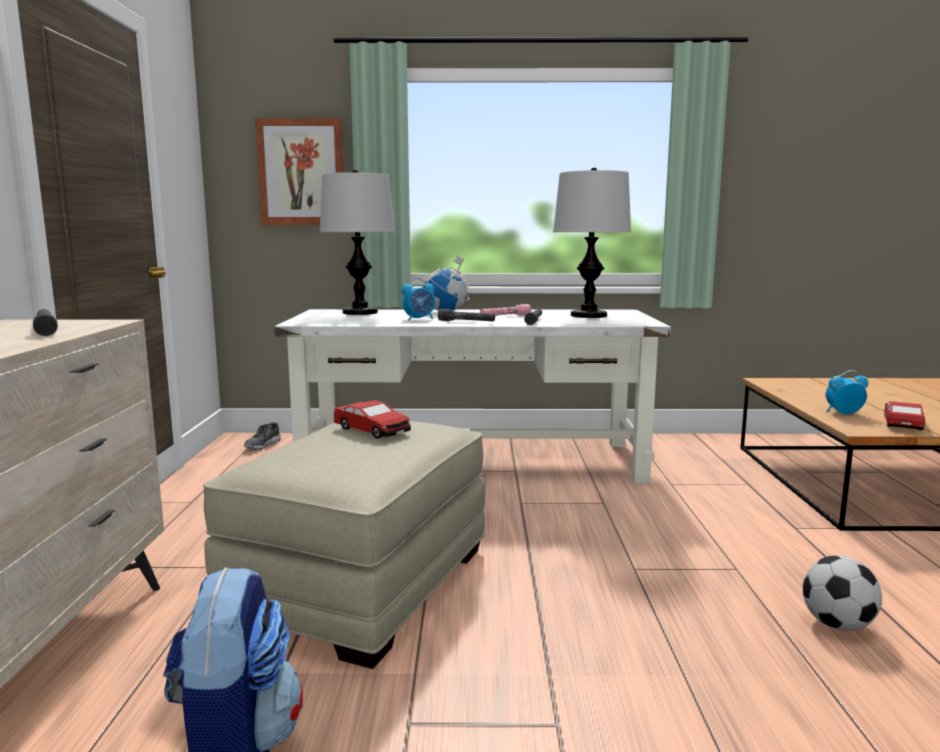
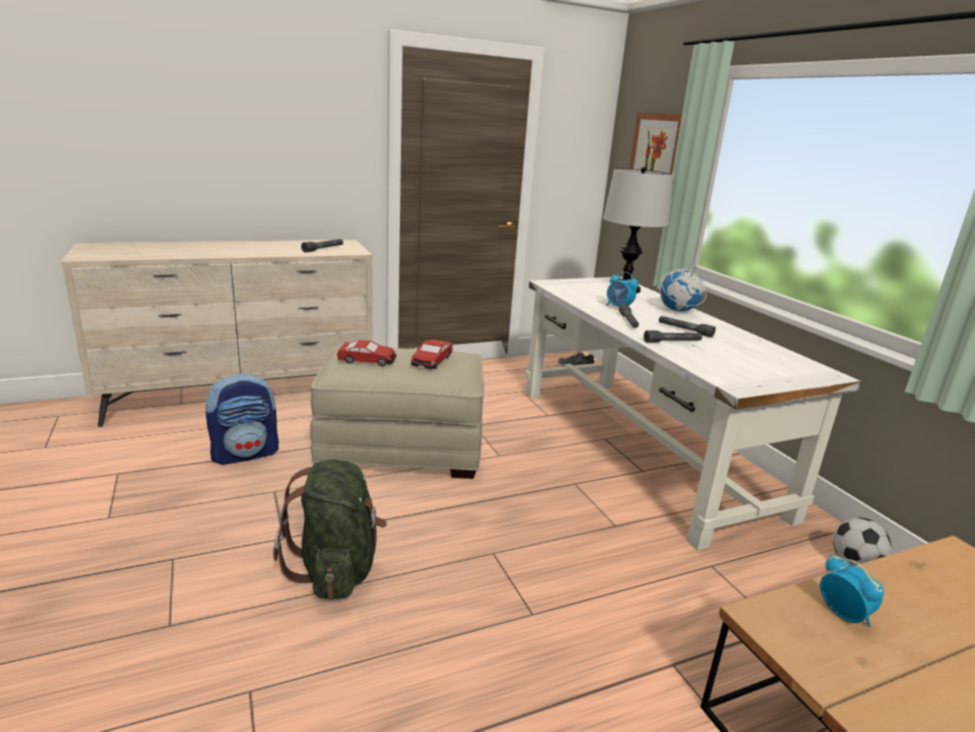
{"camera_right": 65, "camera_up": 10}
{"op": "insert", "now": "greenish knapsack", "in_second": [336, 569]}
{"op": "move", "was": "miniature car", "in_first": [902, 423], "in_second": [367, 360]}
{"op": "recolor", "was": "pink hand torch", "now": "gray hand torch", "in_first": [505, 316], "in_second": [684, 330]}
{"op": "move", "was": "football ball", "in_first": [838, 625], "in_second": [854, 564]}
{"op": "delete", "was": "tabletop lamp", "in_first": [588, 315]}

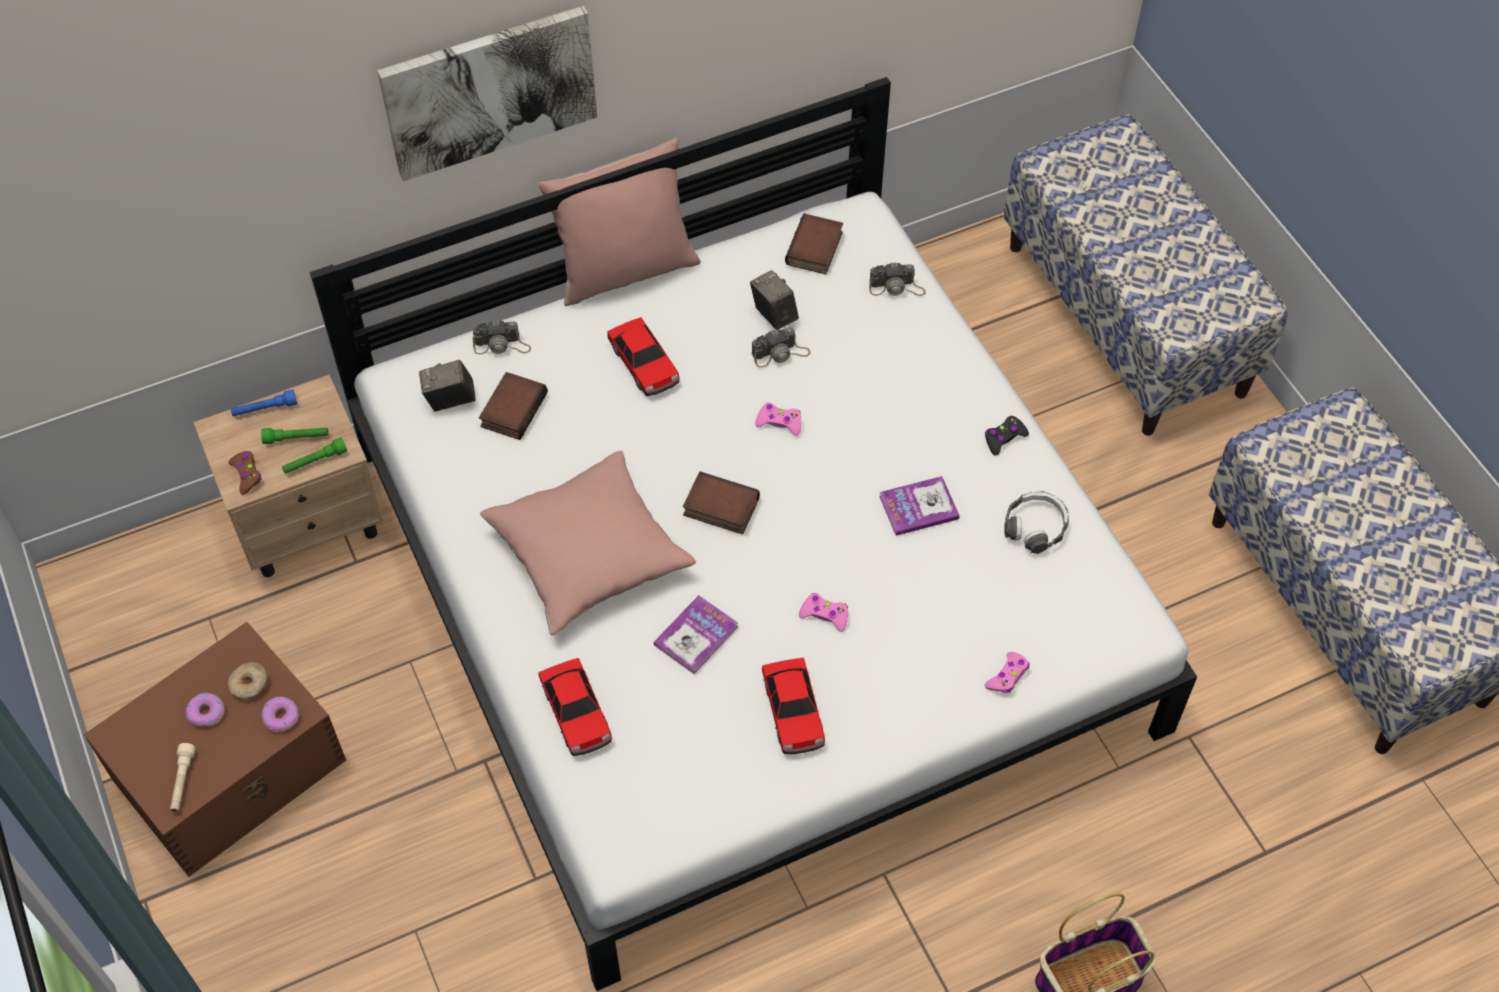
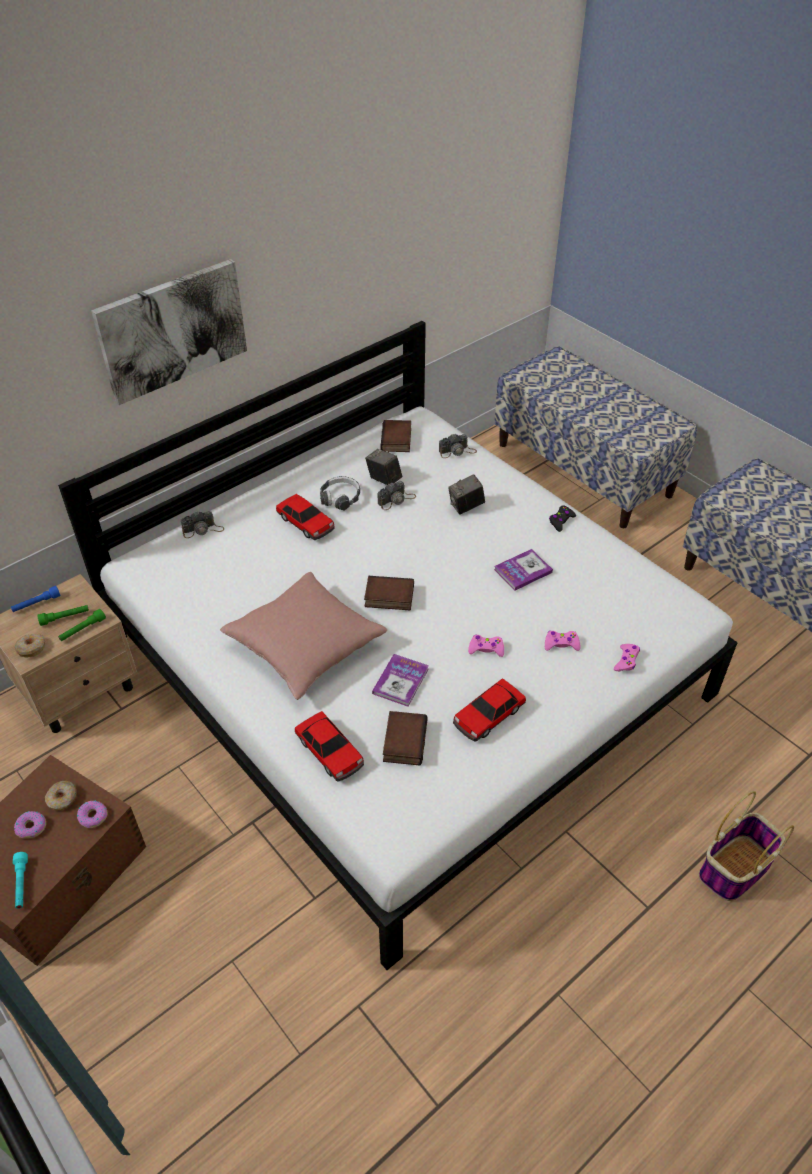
{"camera_right": -15, "camera_up": -10}
{"op": "recolor", "was": "beige hand torch", "now": "turquoise hand torch", "in_first": [182, 782], "in_second": [21, 884]}
{"op": "replace", "was": "brown game controller", "now": "ring doughnut", "in_first": [247, 474], "in_second": [31, 648]}
{"op": "move", "was": "headphones", "in_first": [1035, 527], "in_second": [340, 497]}
{"op": "move", "was": "book", "in_first": [512, 409], "in_second": [403, 740]}
{"op": "move", "was": "still camera", "in_first": [450, 400], "in_second": [466, 506]}
{"op": "rotate", "was": "miniature car", "in_first": [793, 712], "in_second": [488, 716], "clockwise": 75}
{"op": "move", "was": "pink game controller", "in_first": [779, 422], "in_second": [561, 644]}
{"op": "delete", "was": "pink throw pillow", "in_first": [625, 270]}

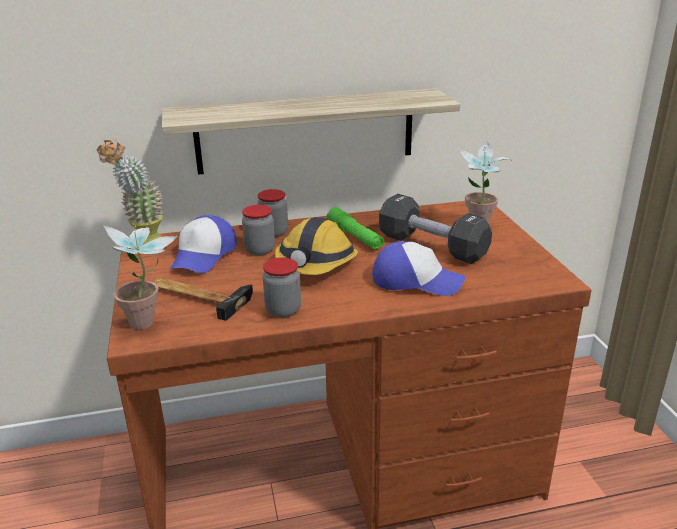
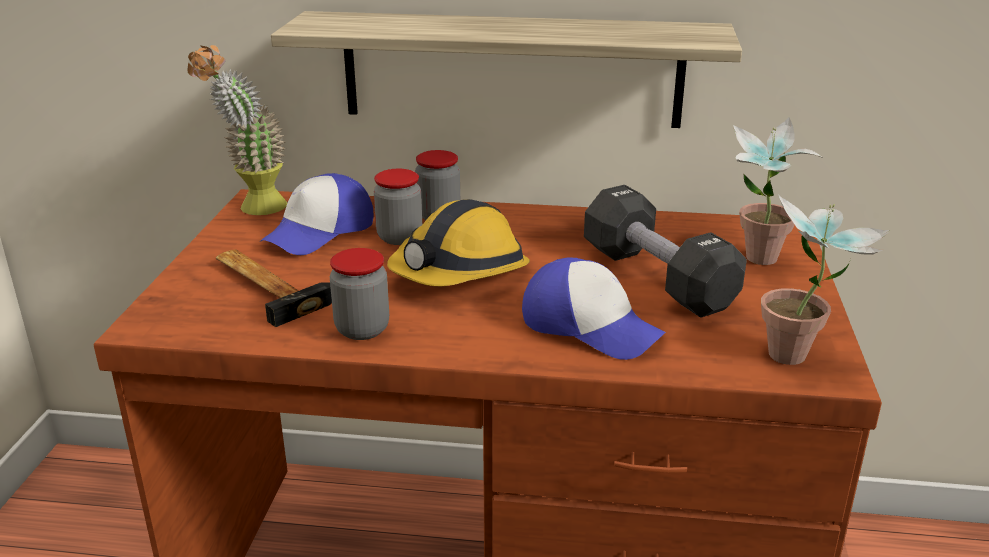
{"camera_right": 20, "camera_up": 0}
{"op": "move", "was": "potted plant", "in_first": [150, 324], "in_second": [801, 359]}
{"op": "delete", "was": "greenish hand torch", "in_first": [355, 237]}

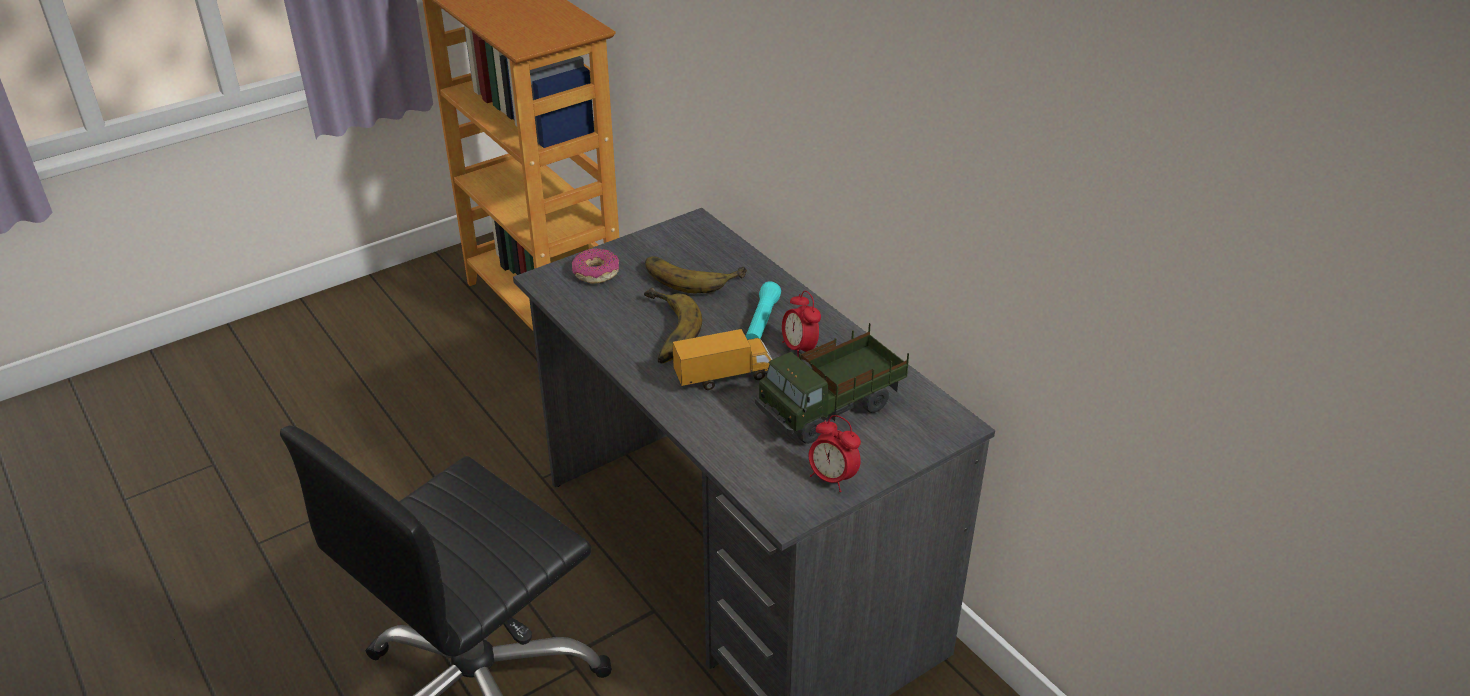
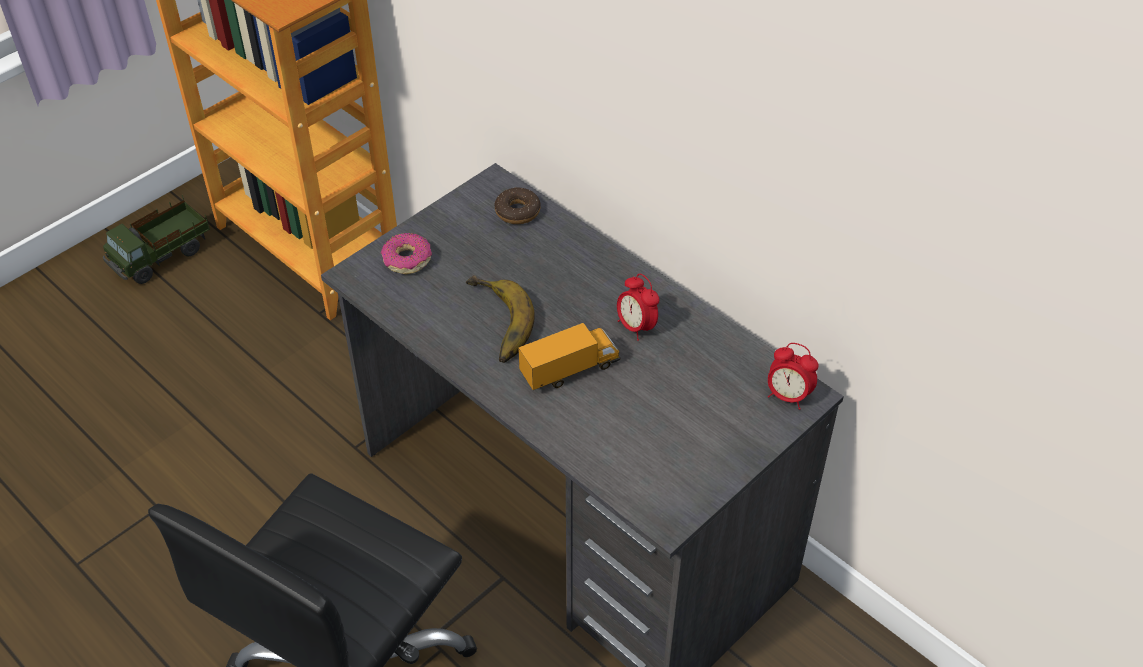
{"camera_right": -10, "camera_up": 10}
{"op": "move", "was": "toy truck", "in_first": [831, 409], "in_second": [162, 257]}
{"op": "insert", "now": "ring doughnut", "in_second": [517, 211]}
{"op": "move", "was": "alarm clock", "in_first": [832, 478], "in_second": [788, 396]}
{"op": "delete", "was": "whole banana", "in_first": [692, 274]}
{"op": "delete", "was": "turquoise hand torch", "in_first": [761, 322]}

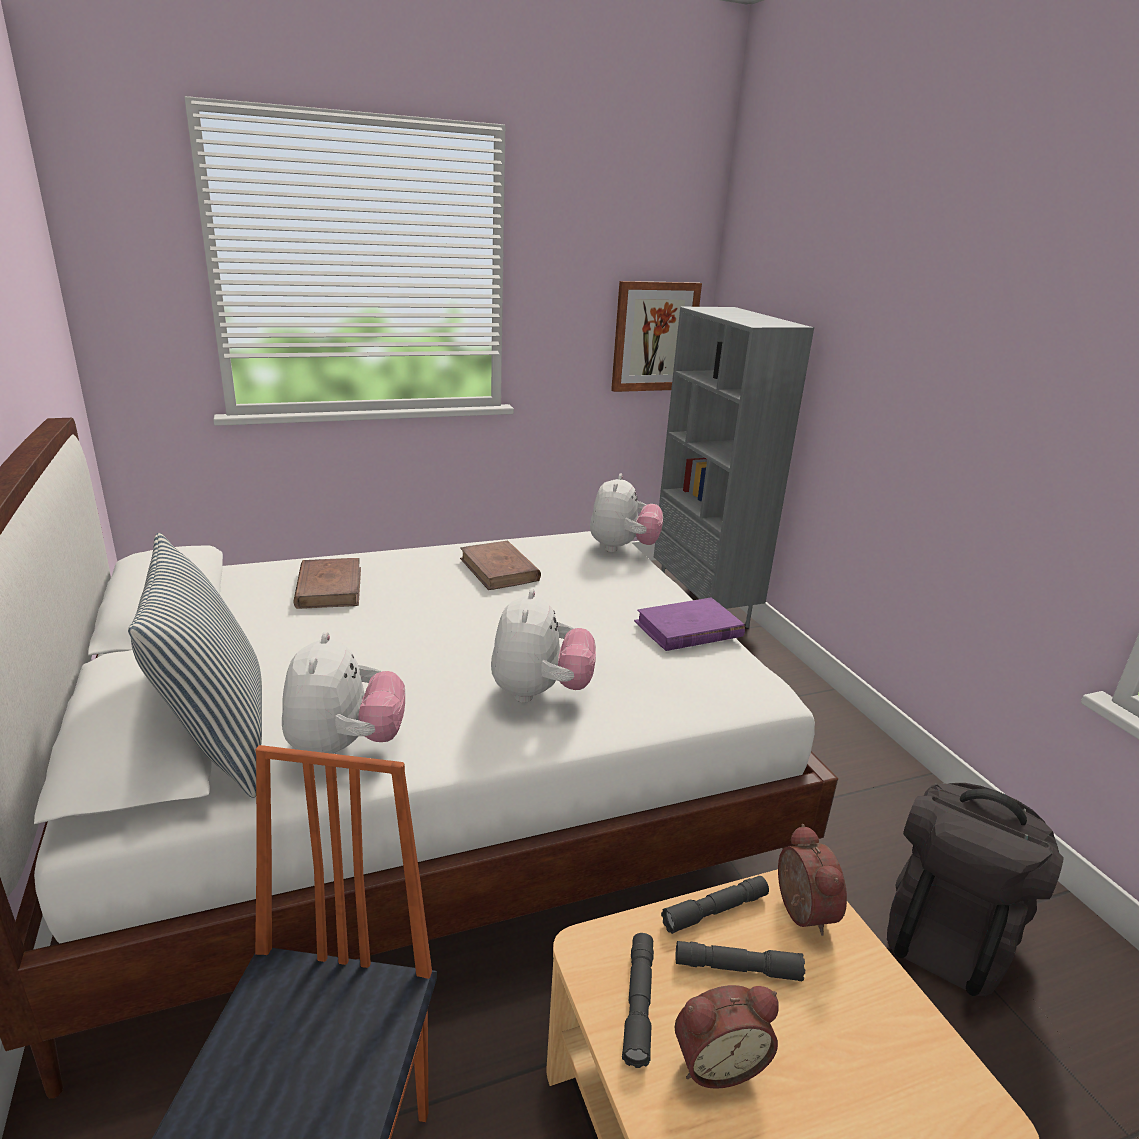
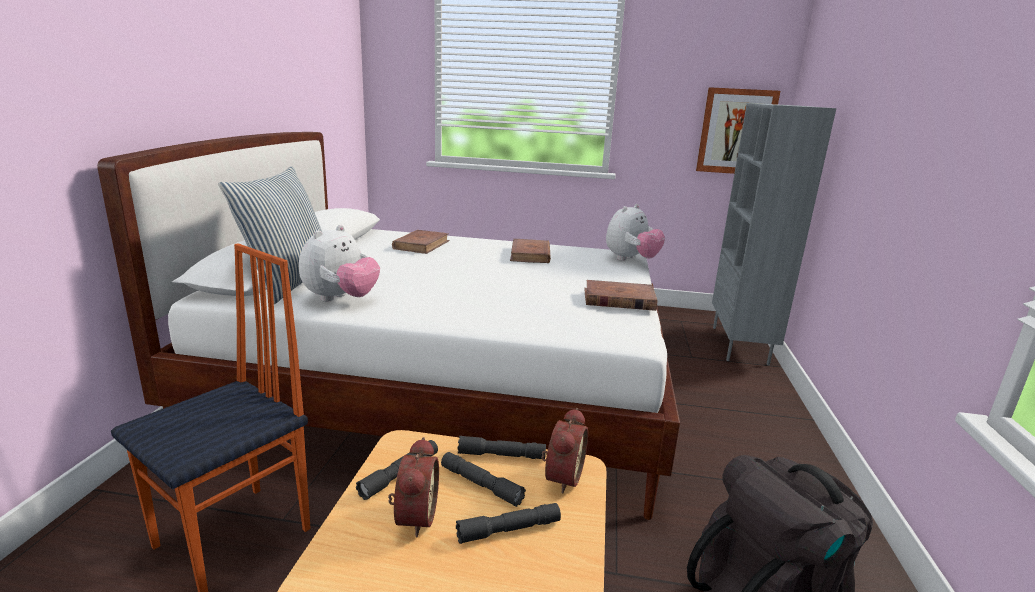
{"camera_right": 30, "camera_up": -5}
{"op": "rotate", "was": "alarm clock", "in_first": [717, 1060], "in_second": [413, 517], "clockwise": -105}
{"op": "insert", "now": "gray hand torch", "in_second": [508, 530]}
{"op": "recolor", "was": "purple book", "now": "brown book", "in_first": [688, 629], "in_second": [618, 300]}
{"op": "delete", "was": "cuddly toy", "in_first": [540, 693]}

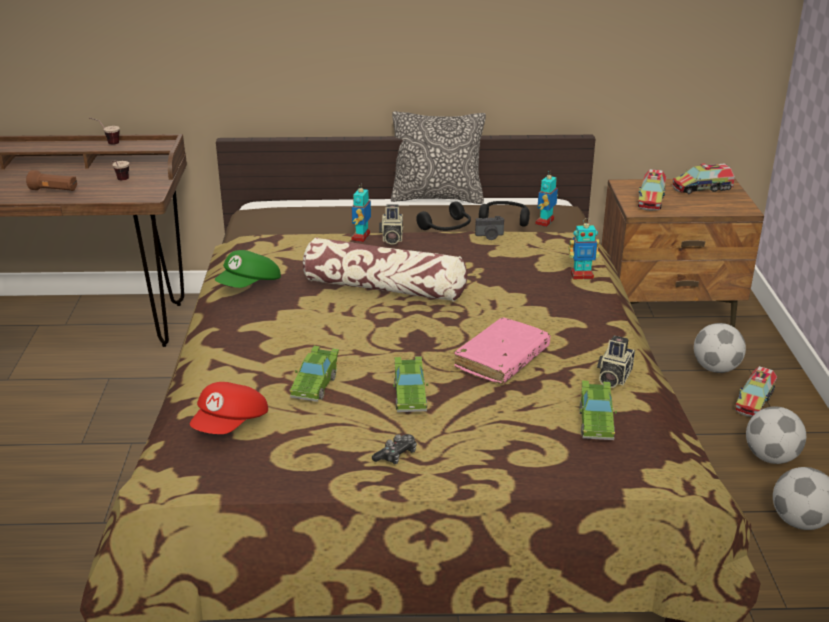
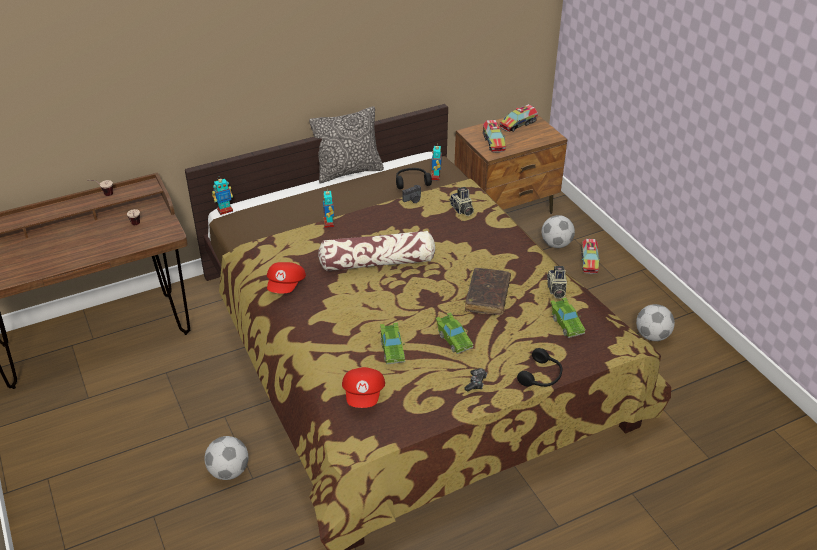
{"camera_right": -25, "camera_up": 10}
{"op": "move", "was": "football ball", "in_first": [770, 457], "in_second": [229, 471]}
{"op": "move", "was": "model robot", "in_first": [581, 275], "in_second": [225, 210]}
{"op": "recolor", "was": "greenish cap", "now": "reddish cap", "in_first": [249, 285], "in_second": [286, 286]}
{"op": "move", "was": "still camera", "in_first": [391, 238], "in_second": [461, 210]}
{"op": "recolor", "was": "pink book", "now": "brown book", "in_first": [502, 359], "in_second": [487, 296]}
{"op": "move", "was": "blackish headphones", "in_first": [447, 228], "in_second": [541, 376]}
{"op": "delete", "was": "brown hand torch", "in_first": [54, 190]}

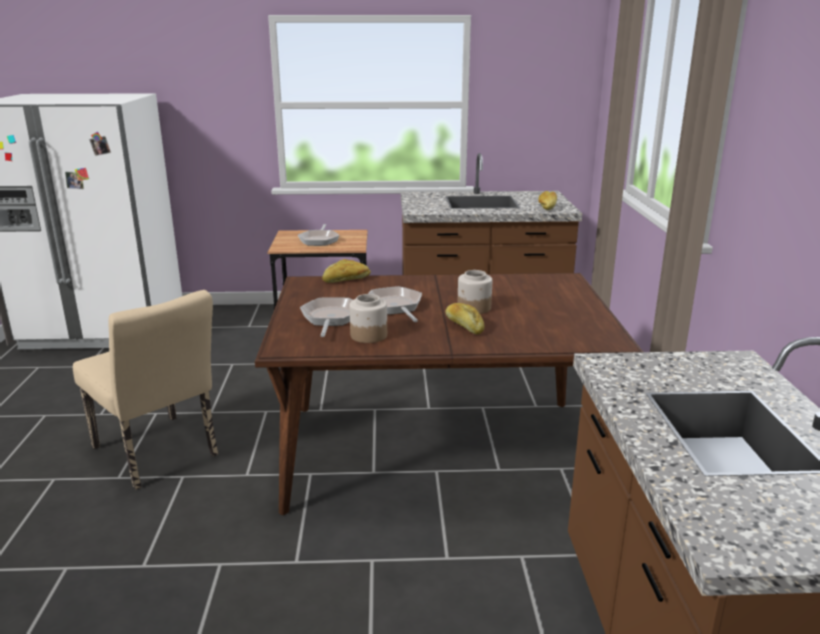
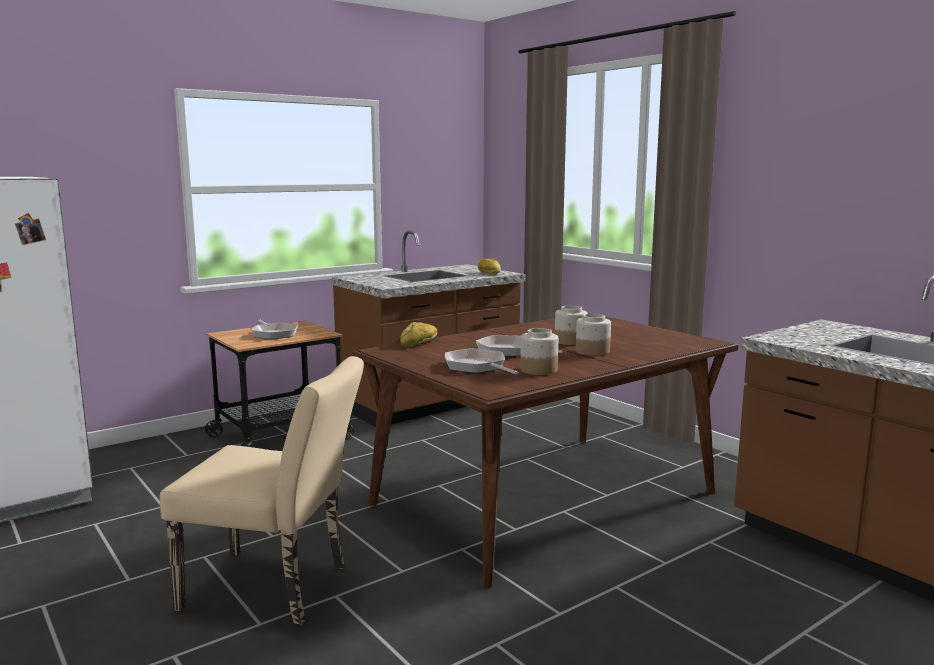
{"camera_right": -35, "camera_up": -10}
{"op": "replace", "was": "bread", "now": "storage jar", "in_first": [464, 326], "in_second": [592, 351]}

